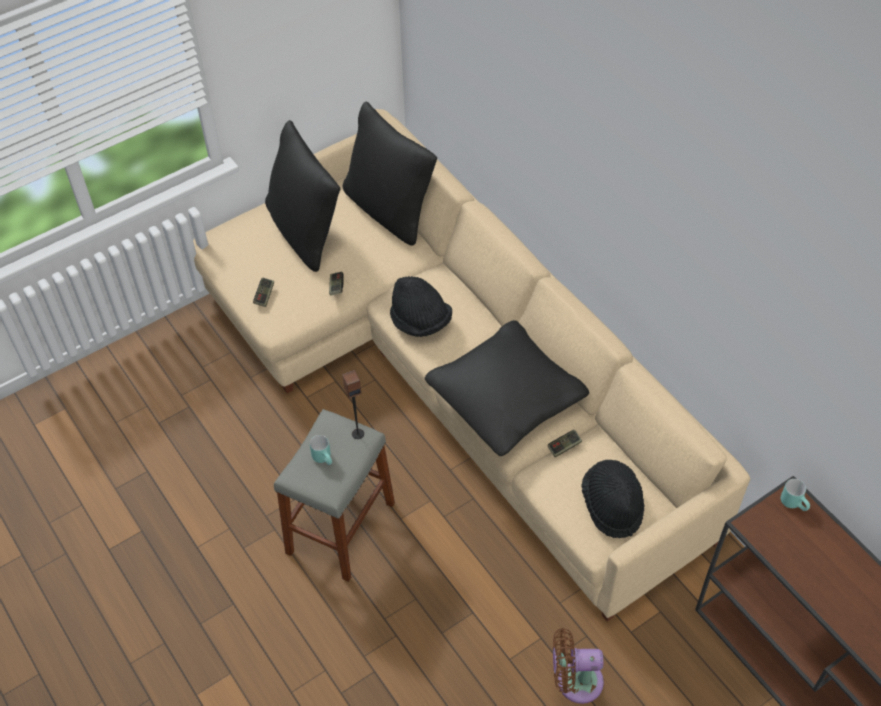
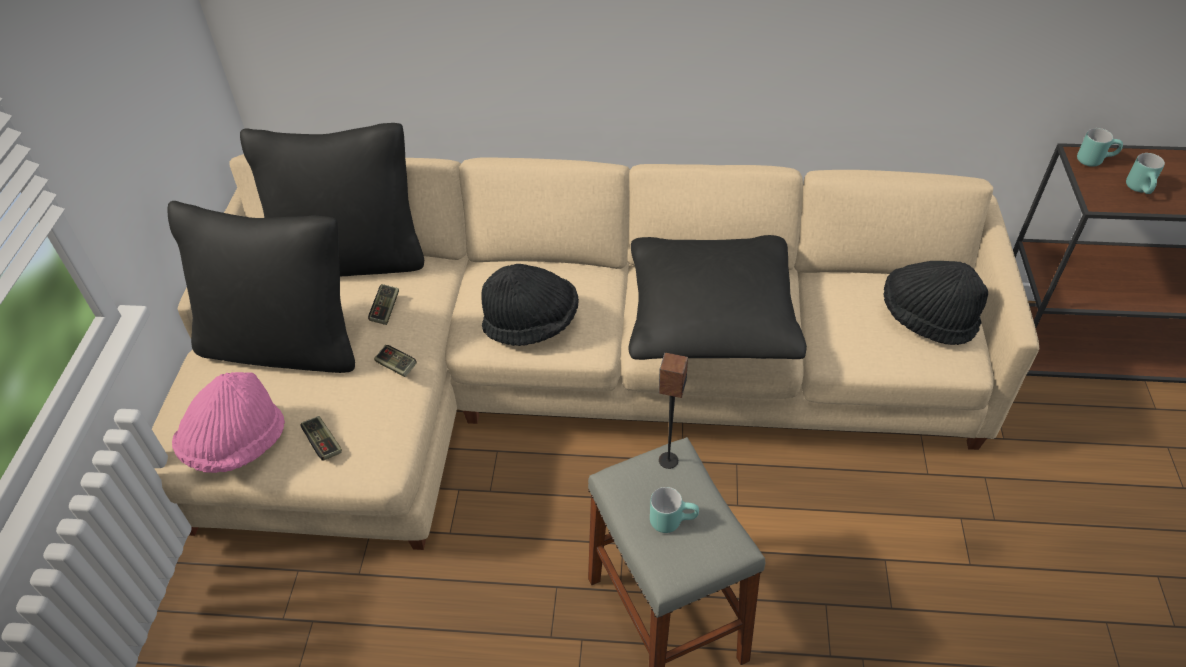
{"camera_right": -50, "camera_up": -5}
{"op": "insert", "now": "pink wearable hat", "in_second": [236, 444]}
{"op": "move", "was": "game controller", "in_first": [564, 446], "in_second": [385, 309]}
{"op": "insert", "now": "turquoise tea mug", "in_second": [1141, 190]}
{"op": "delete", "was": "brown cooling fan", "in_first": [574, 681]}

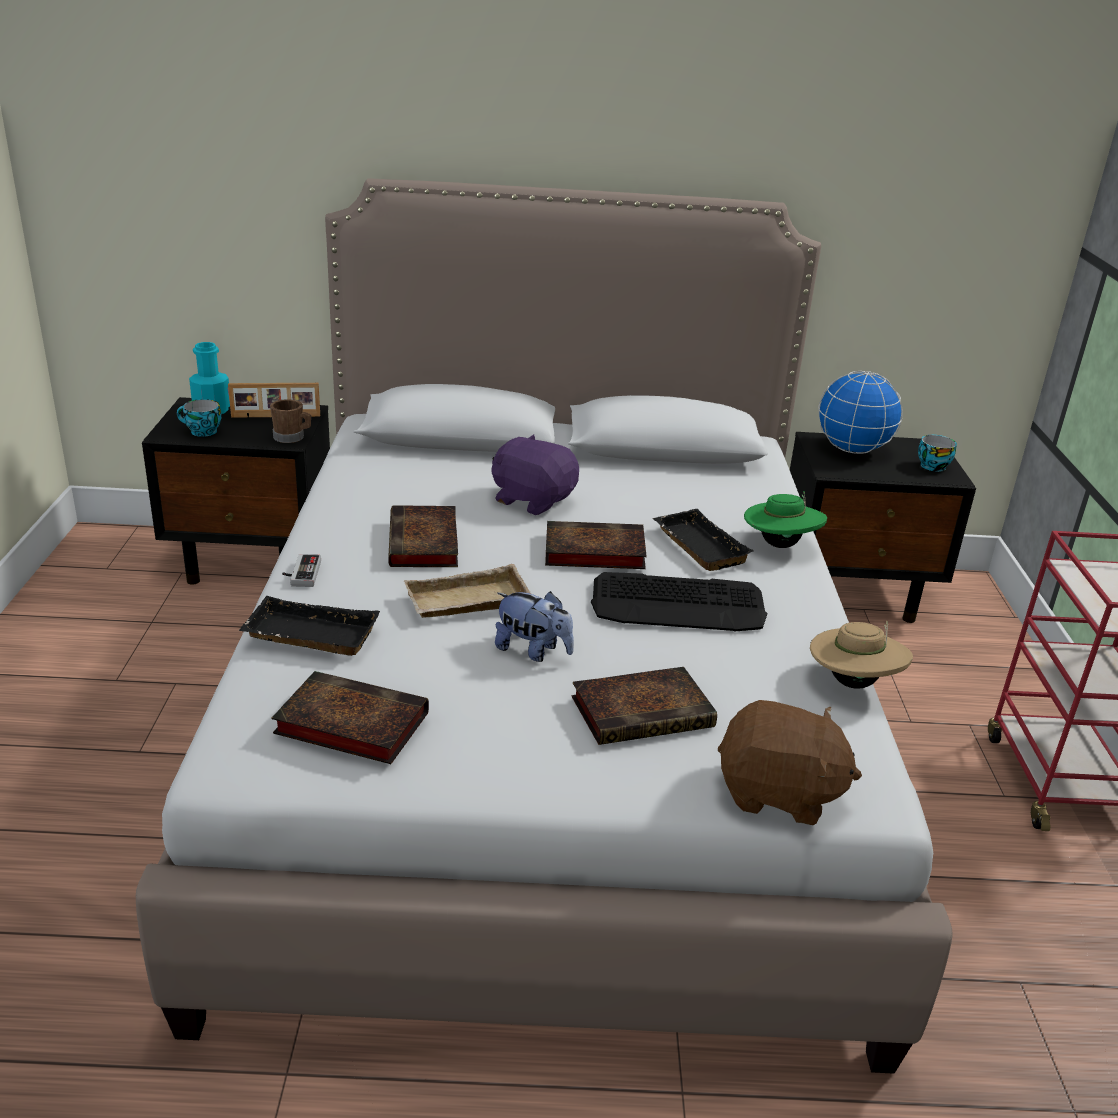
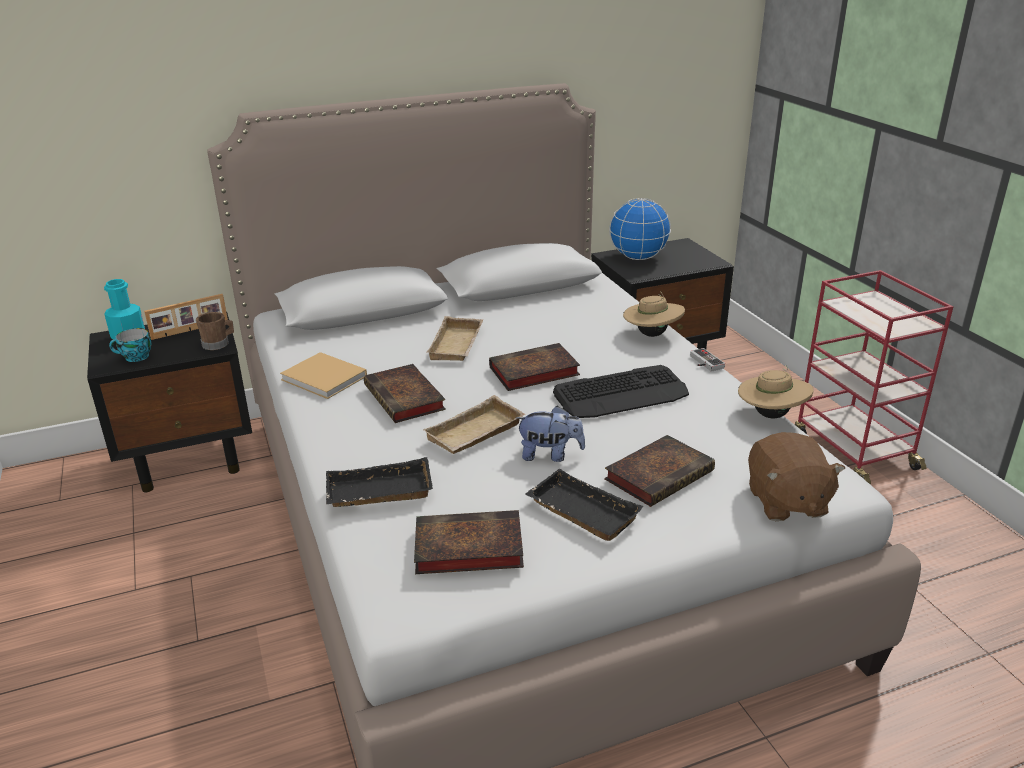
{"camera_right": -20, "camera_up": 0}
{"op": "insert", "now": "beige book", "in_second": [325, 378]}
{"op": "replace", "was": "purple cuddly toy", "now": "beige tray", "in_first": [533, 500], "in_second": [458, 345]}
{"op": "move", "was": "blackish tray", "in_first": [697, 546], "in_second": [579, 512]}
{"op": "recolor", "was": "greenish wearable hat", "now": "beige wearable hat", "in_first": [780, 544], "in_second": [652, 334]}
{"op": "move", "was": "game controller", "in_first": [300, 573], "in_second": [703, 363]}
{"op": "rotate", "was": "brown cuddly toy", "in_first": [778, 793], "in_second": [786, 502], "clockwise": 90}
{"op": "delete", "was": "small cup", "in_first": [932, 465]}

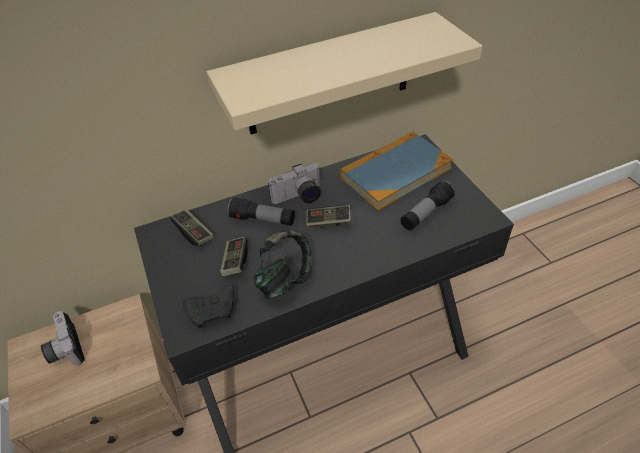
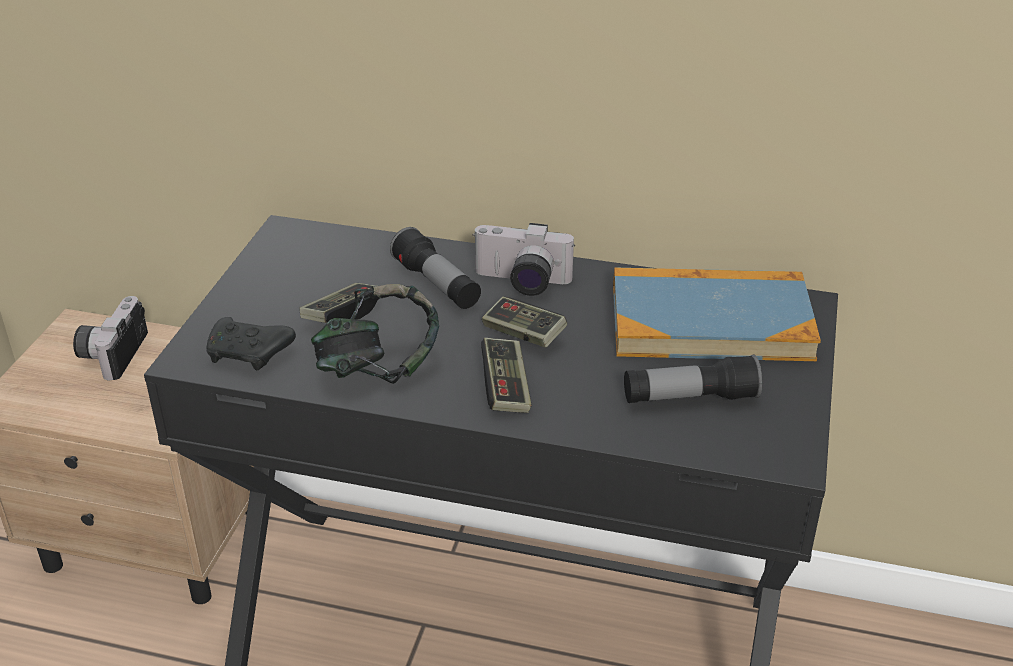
{"camera_right": 35, "camera_up": -10}
{"op": "move", "was": "game controller", "in_first": [193, 233], "in_second": [505, 387]}
{"op": "delete", "was": "beige shelf", "in_first": [329, 76]}

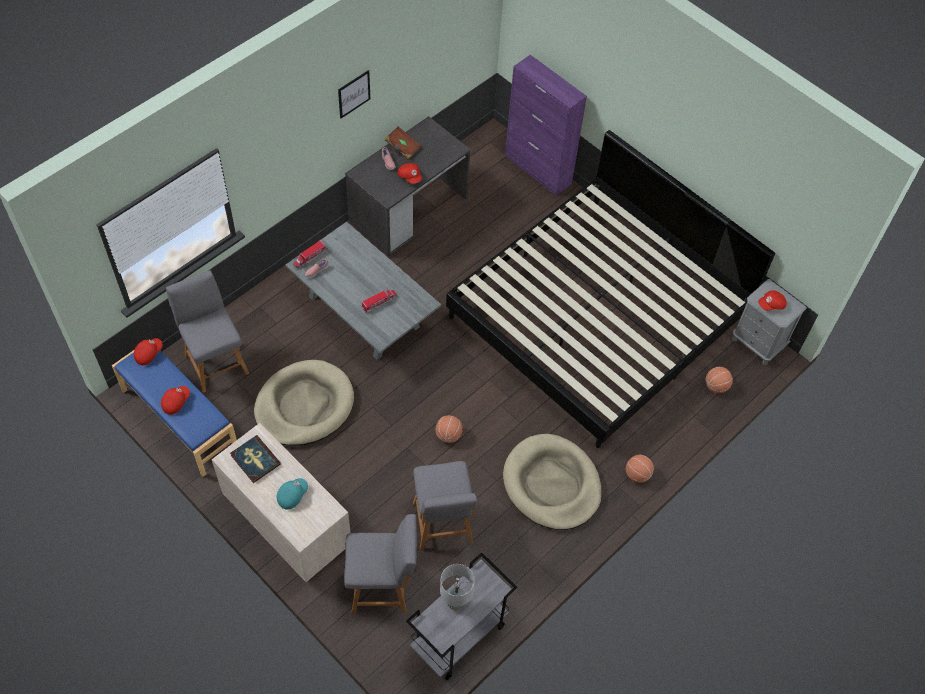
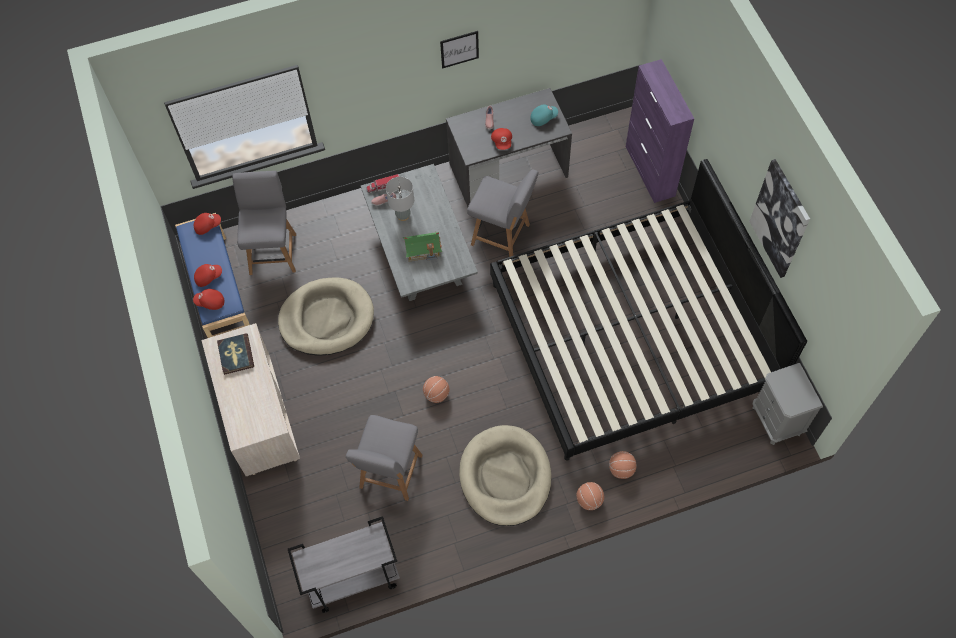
{"camera_right": 30, "camera_up": 5}
{"op": "move", "was": "reddish cap", "in_first": [771, 305], "in_second": [210, 302]}
{"op": "move", "was": "gray tabletop lamp", "in_first": [455, 603], "in_second": [403, 215]}
{"op": "replace", "was": "toy truck", "now": "miniature house", "in_first": [379, 302], "in_second": [423, 250]}
{"op": "move", "was": "gray plain chair", "in_first": [382, 587], "in_second": [502, 235]}
{"op": "move", "was": "turquoise cap", "in_first": [292, 495], "in_second": [543, 118]}
{"op": "move", "was": "basketball ball", "in_first": [716, 386], "in_second": [621, 469]}
{"op": "insert", "now": "wall art", "in_second": [780, 219]}
{"op": "delete", "was": "brown book", "in_first": [402, 148]}

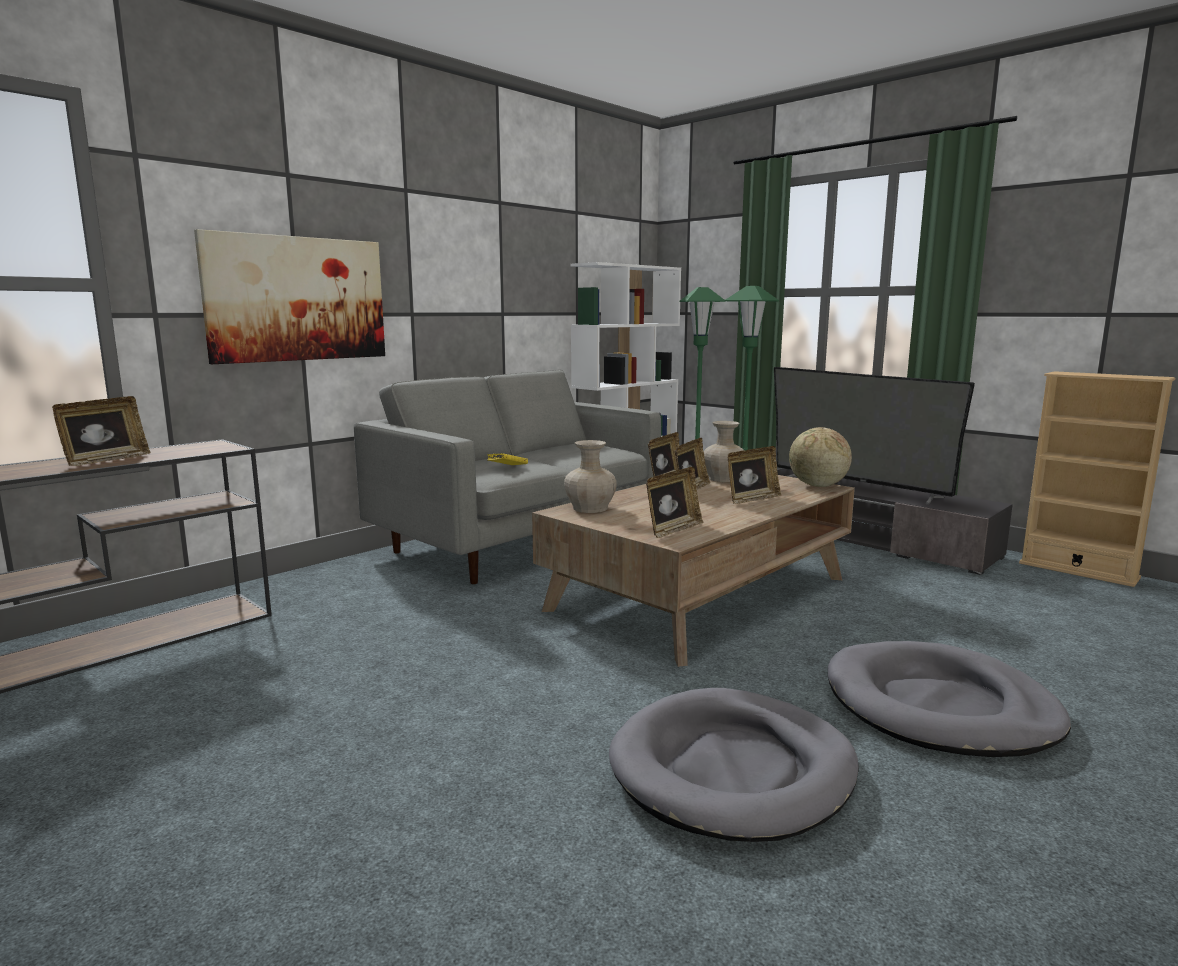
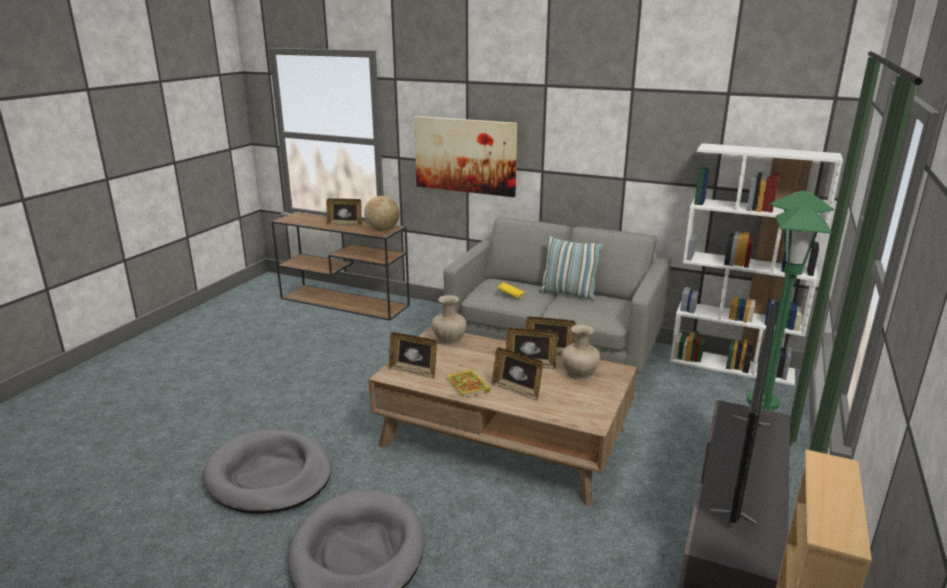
{"camera_right": 70, "camera_up": 10}
{"op": "move", "was": "world globe", "in_first": [817, 486], "in_second": [382, 229]}
{"op": "insert", "now": "book", "in_second": [468, 386]}
{"op": "insert", "now": "throw pillow", "in_second": [568, 294]}

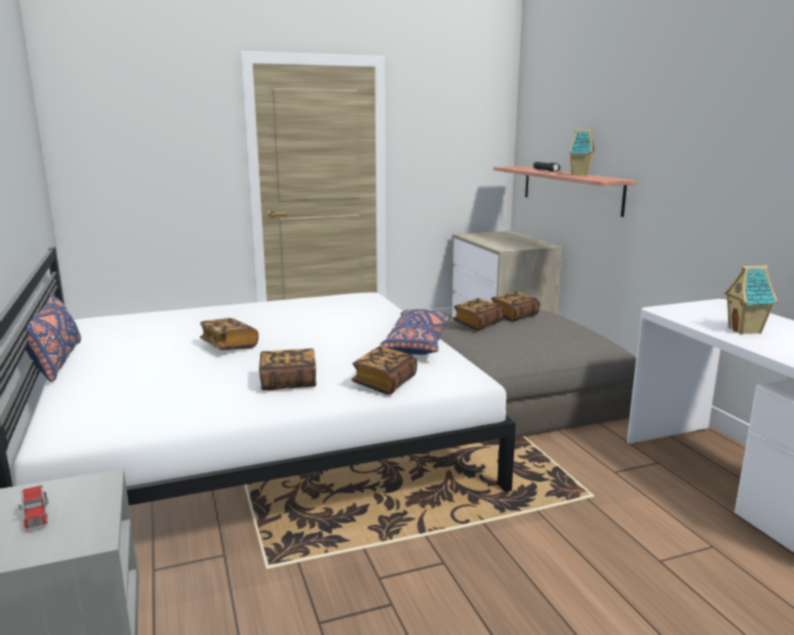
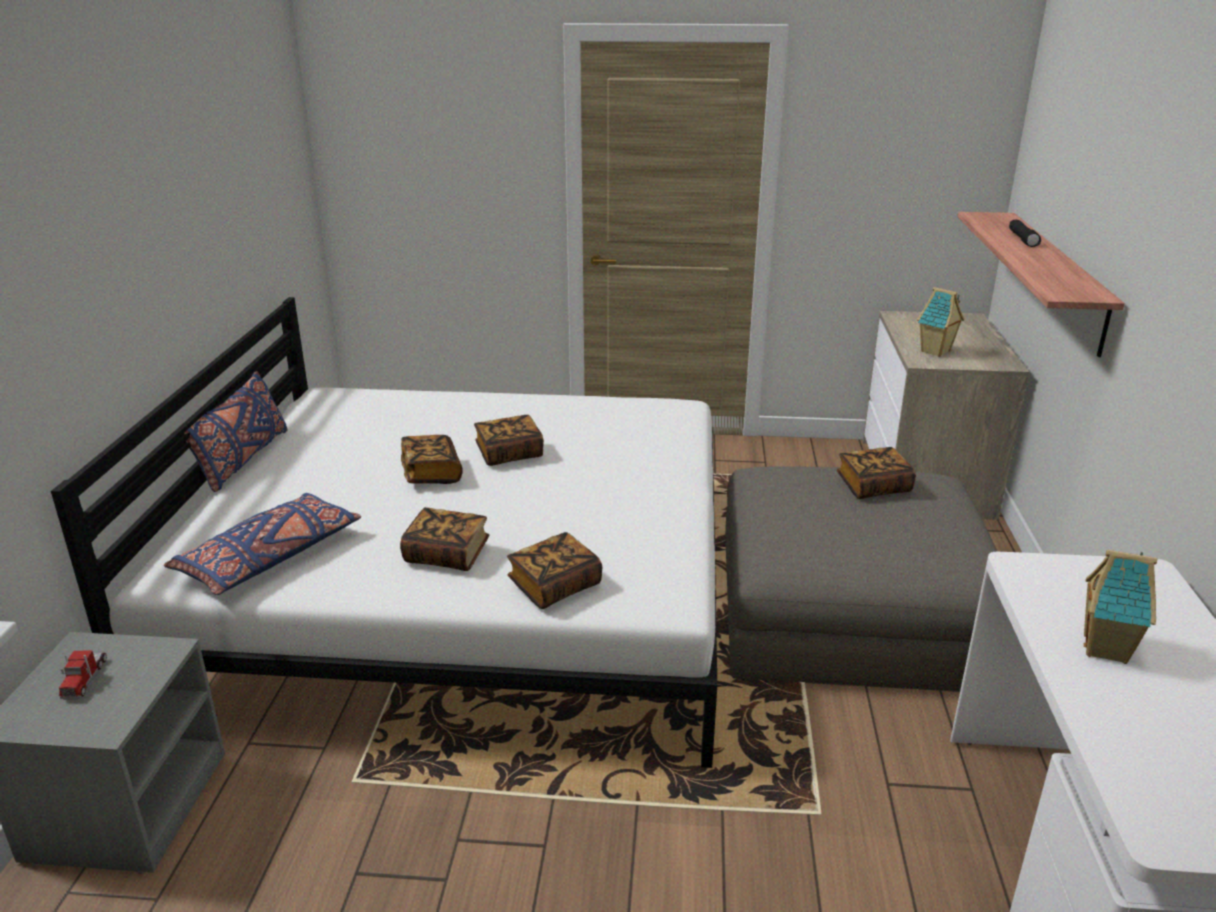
{"camera_right": 25, "camera_up": 10}
{"op": "move", "was": "blue-coloured throw pillow", "in_first": [417, 344], "in_second": [270, 558]}
{"op": "move", "was": "book", "in_first": [477, 324], "in_second": [509, 454]}
{"op": "move", "was": "miniature house", "in_first": [580, 174], "in_second": [936, 352]}

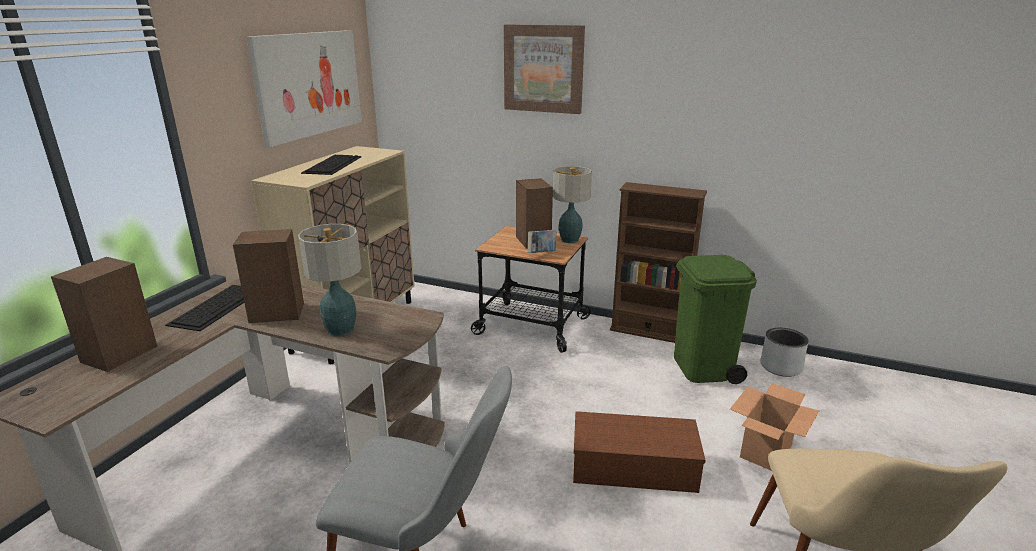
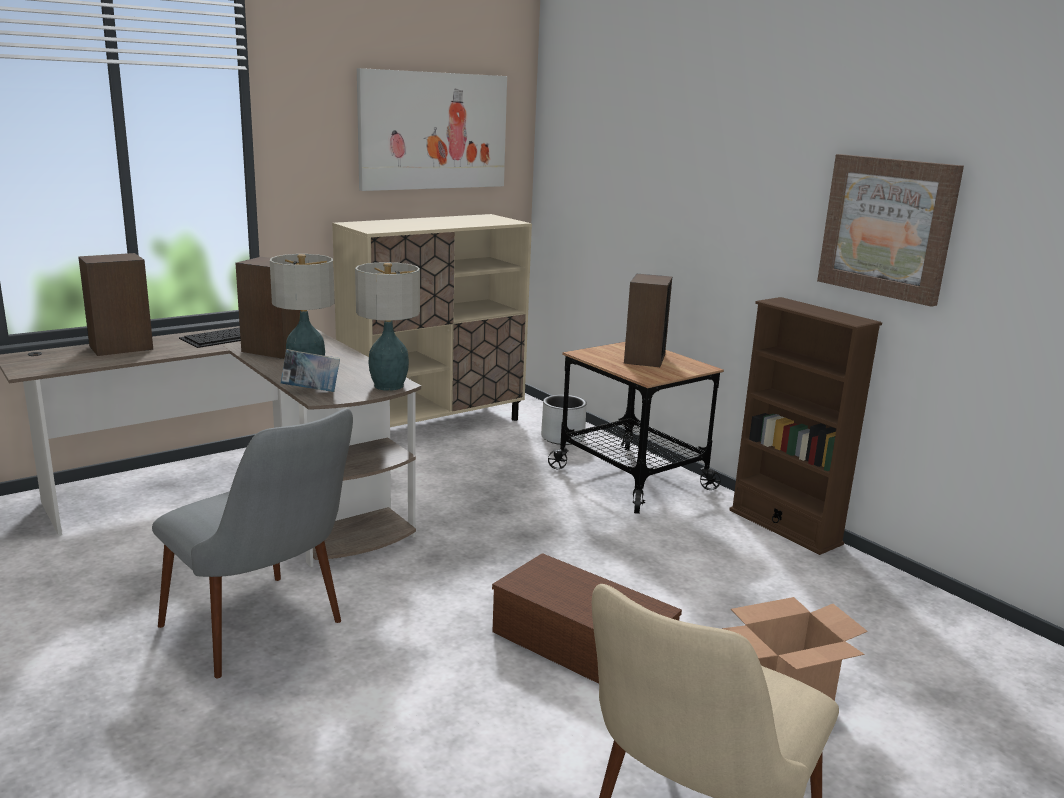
{"camera_right": 30, "camera_up": -5}
{"op": "move", "was": "book", "in_first": [541, 253], "in_second": [311, 391]}
{"op": "move", "was": "tabletop lamp", "in_first": [569, 240], "in_second": [389, 385]}
{"op": "move", "was": "gray flower pot", "in_first": [781, 367], "in_second": [562, 438]}
{"op": "move", "was": "wall art", "in_first": [543, 69], "in_second": [887, 227]}
{"op": "delete", "was": "keyboard", "in_first": [332, 164]}
{"op": "delete", "was": "greenish trash can", "in_first": [703, 368]}

